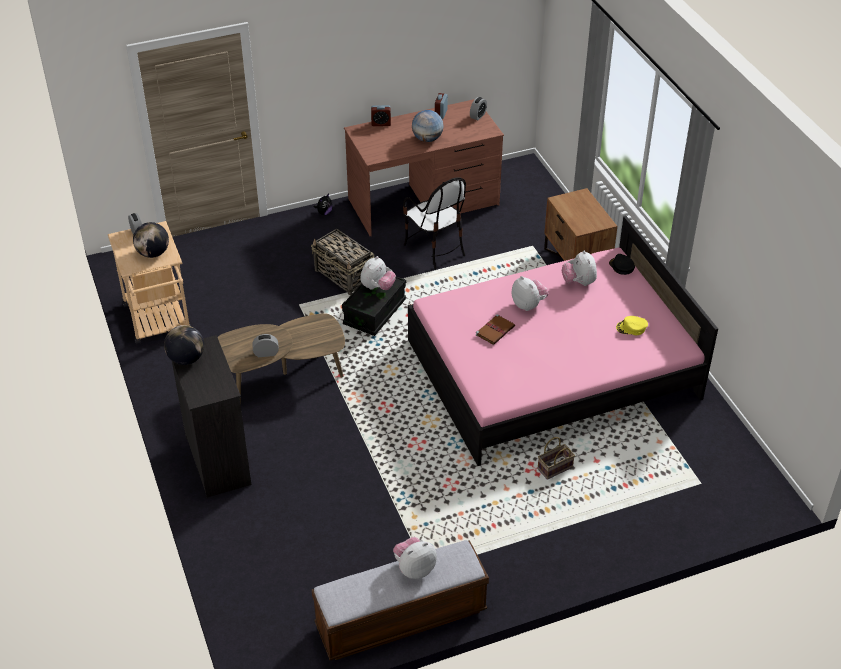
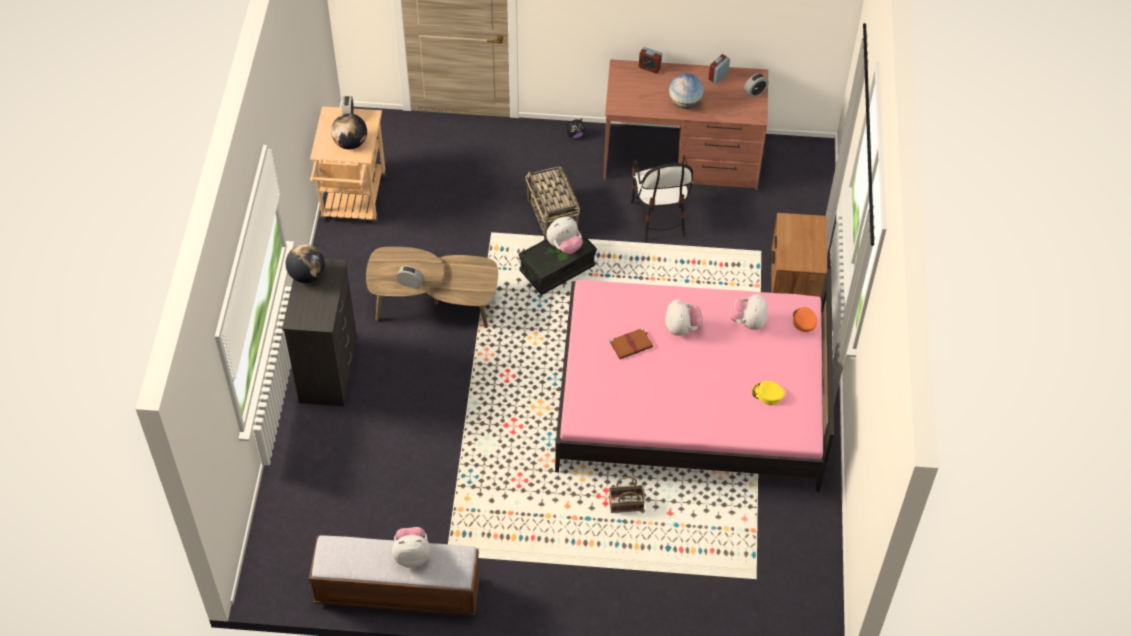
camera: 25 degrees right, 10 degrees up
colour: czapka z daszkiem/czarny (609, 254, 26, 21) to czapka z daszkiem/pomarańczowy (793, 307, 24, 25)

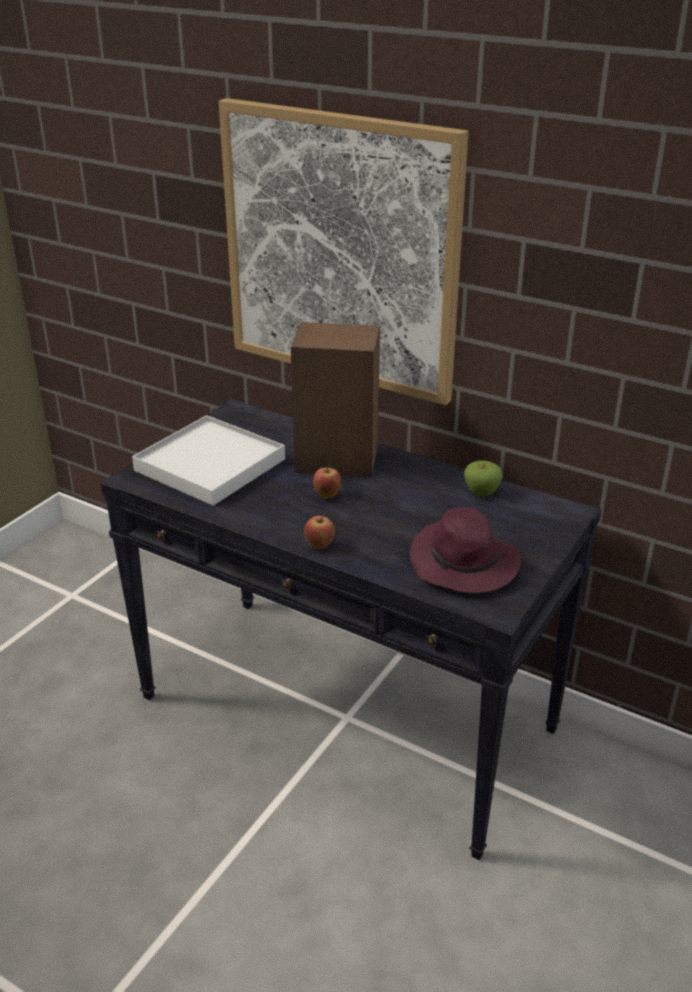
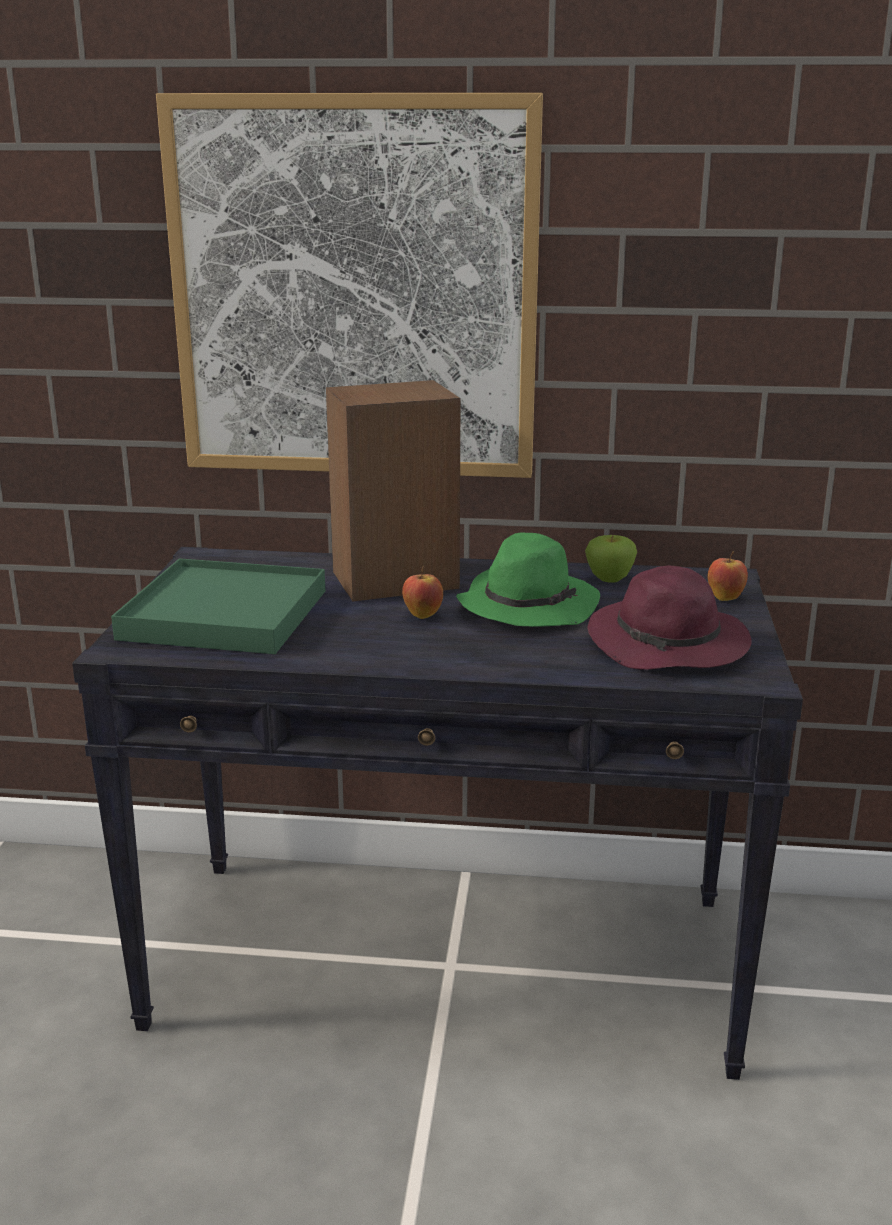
camera: 25 degrees left, 10 degrees down
appeared: kapelusz/zielony (456, 532, 144, 95)
relocated: jabłko (304, 514, 31, 35) to (707, 551, 41, 50)
colour: taca/biały (132, 415, 153, 91) to taca/zielony (111, 558, 214, 96)

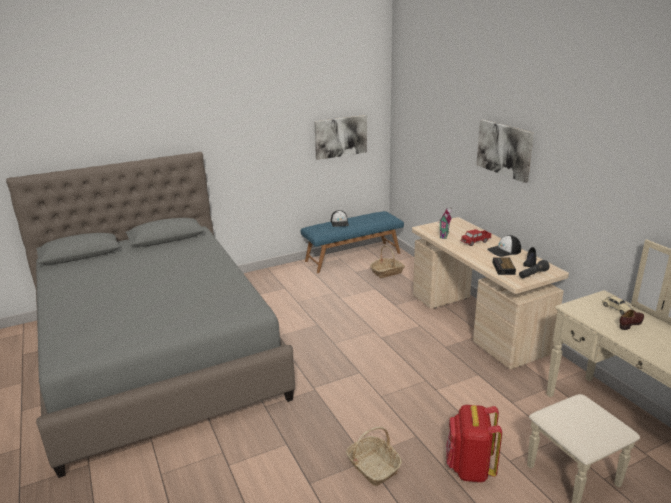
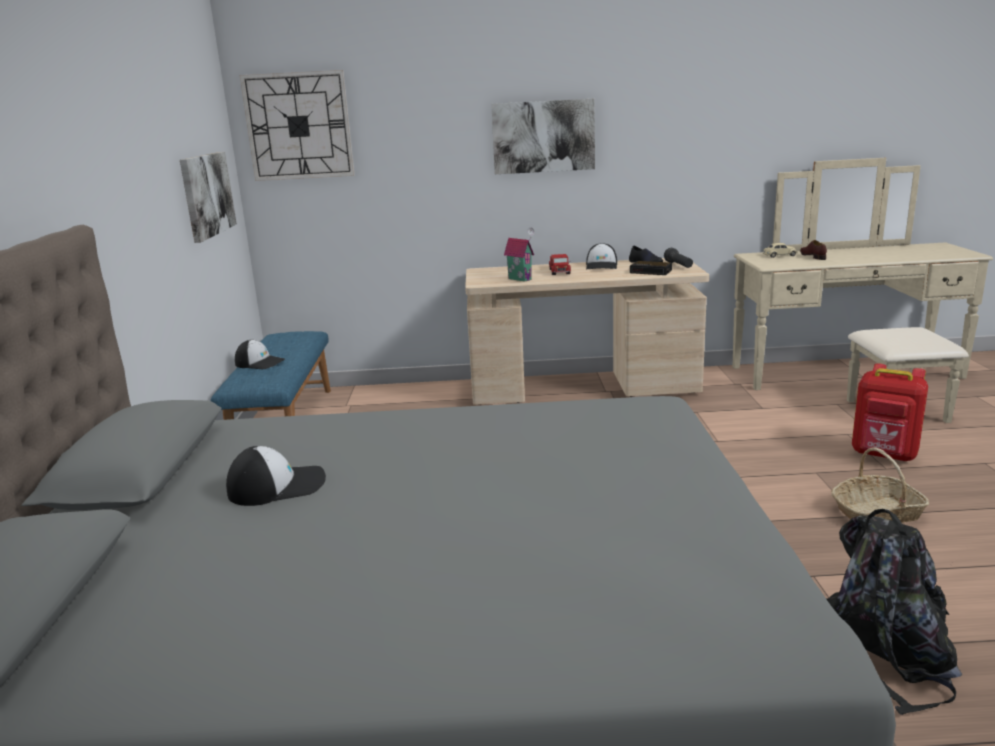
camera: 65 degrees left, 5 degrees down
missing: koszyk (370, 245, 35, 33)
appeared: zegar ścienny (240, 70, 115, 111); czapka z daszkiem (226, 446, 100, 60); plecak/czarny (826, 509, 136, 206)

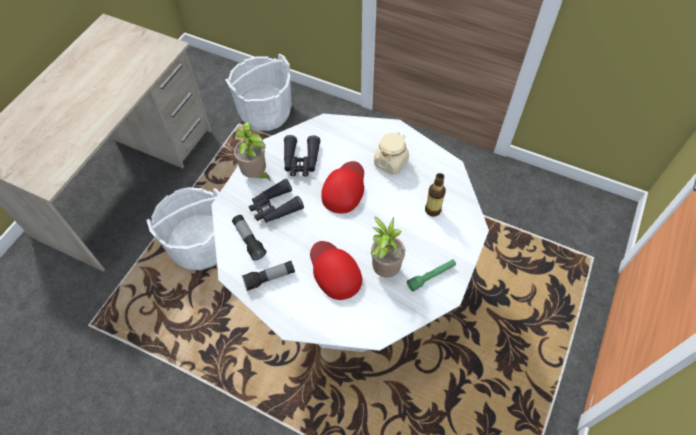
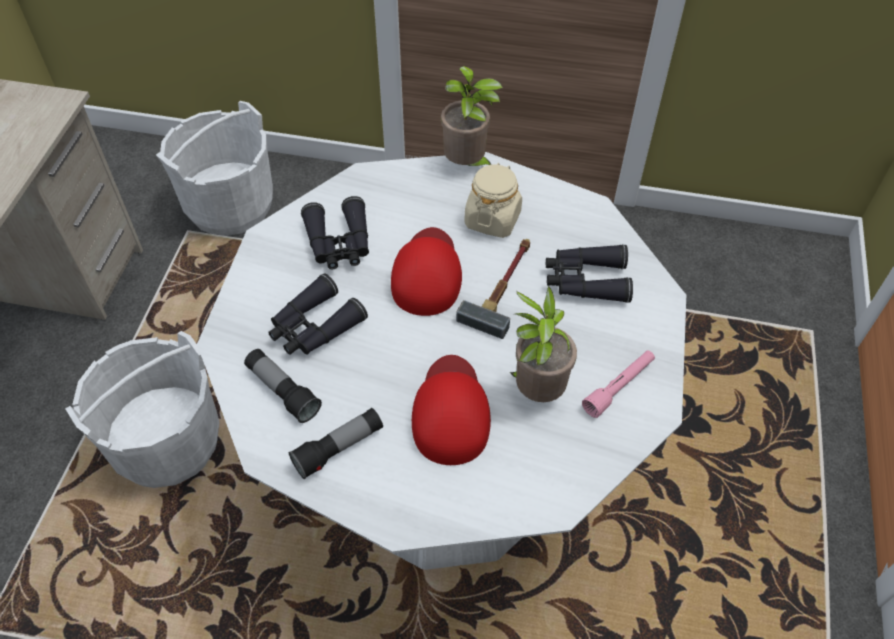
camera: 15 degrees left, 5 degrees down
appeared: młotek (456, 239, 74, 100)
relocated: roślina doniczkowa (234, 122, 36, 58) to (441, 66, 62, 100)
exchanged: butelka (425, 173, 21, 44) to lornetka/czarny (546, 244, 87, 59)
colour: latarka/zielony (407, 259, 49, 33) to latarka/różowy (582, 350, 73, 68)
spun: czapka z daszkiem/czerwony (310, 241, 52, 59) = (412, 355, 79, 110) 45 degrees clockwise

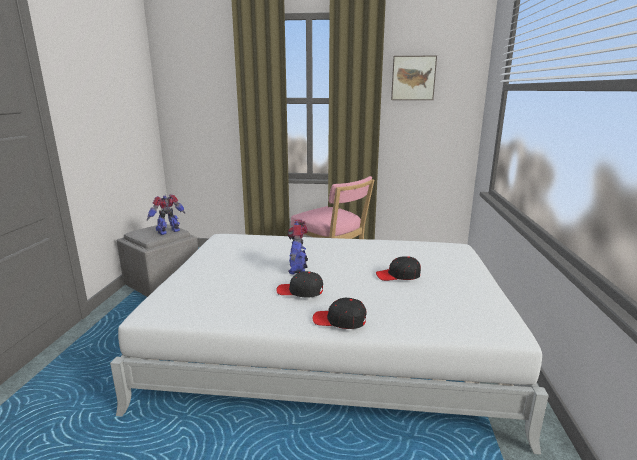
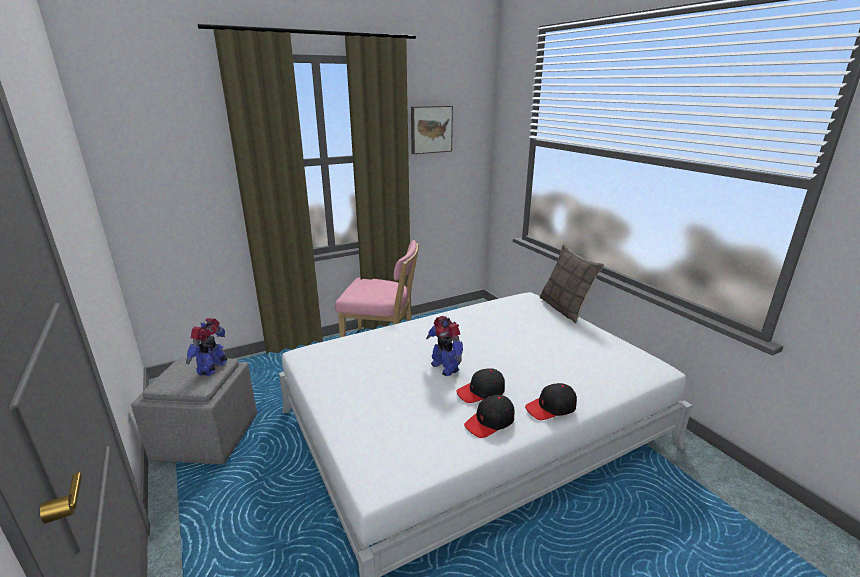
camera: 35 degrees left, 5 degrees up
appeared: poduszka (540, 244, 64, 80)
relocated: czapka z daszkiem/czarny (376, 256, 45, 25) to (464, 395, 50, 43)

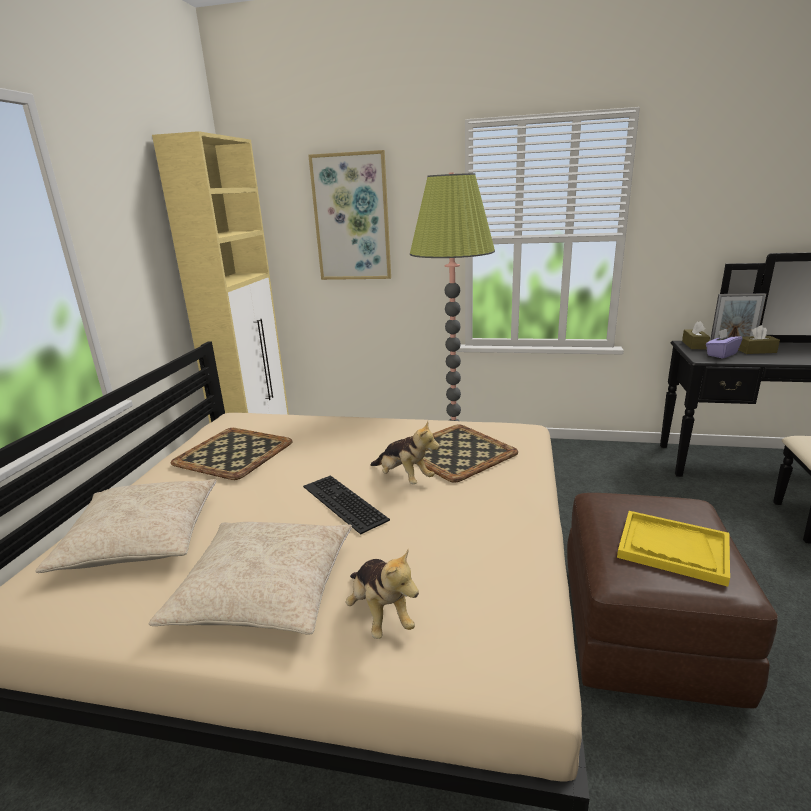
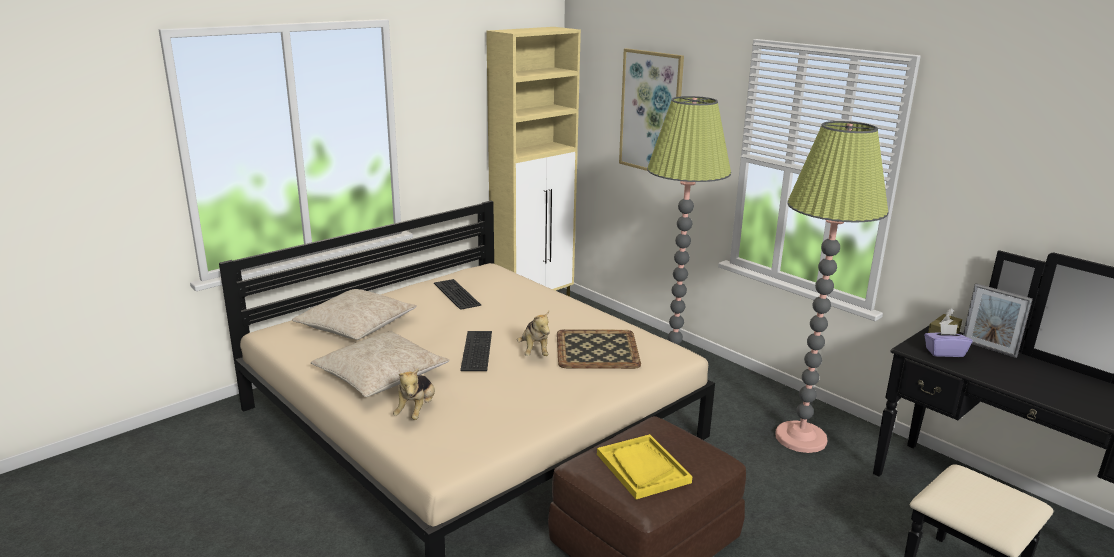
camera: 35 degrees right, 0 degrees up
missing: pudełko chusteczek/brązowy (738, 325, 42, 29)
appeared: lampa stojąca (775, 121, 114, 332)
exchanged: taca (170, 428, 123, 52) to klawiatura (434, 279, 47, 31)

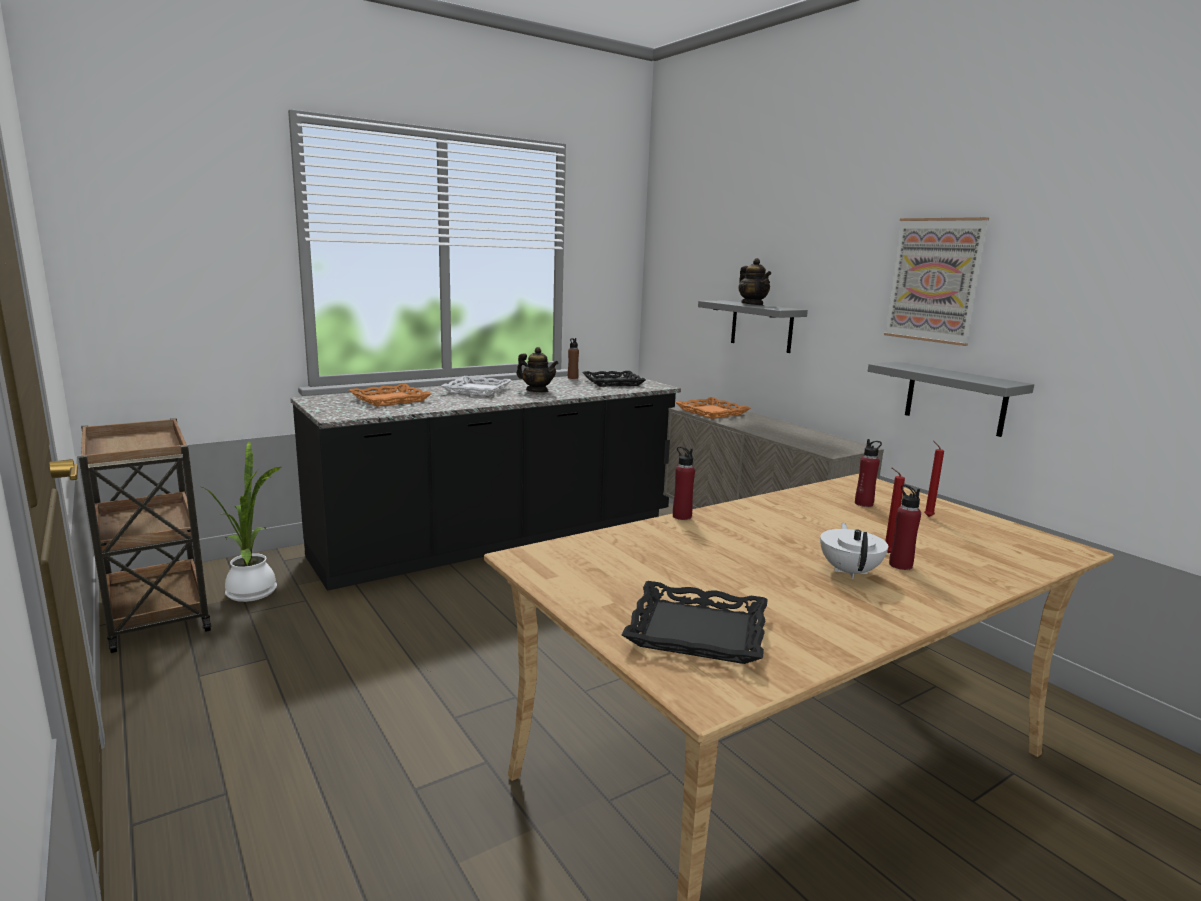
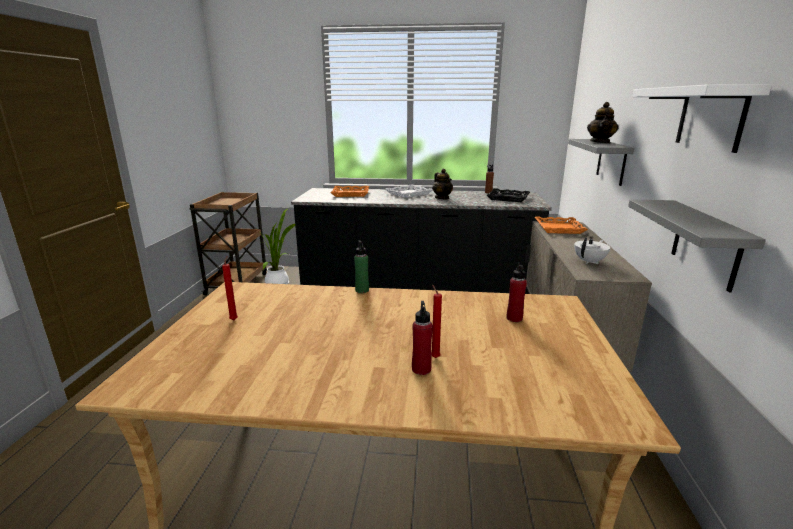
camera: 40 degrees right, 5 degrees up
missing: taca/czarny (622, 581, 146, 83)
relocated: świeca/czerwony (924, 441, 20, 76) to (222, 256, 16, 64); imbryk/biały (820, 523, 68, 56) to (574, 238, 36, 26)
exchanged: obraz (884, 217, 105, 129) to półka/biały (632, 84, 140, 69)
colour: butelka/czerwony (673, 446, 22, 74) to butelka/zielony (354, 240, 15, 53)

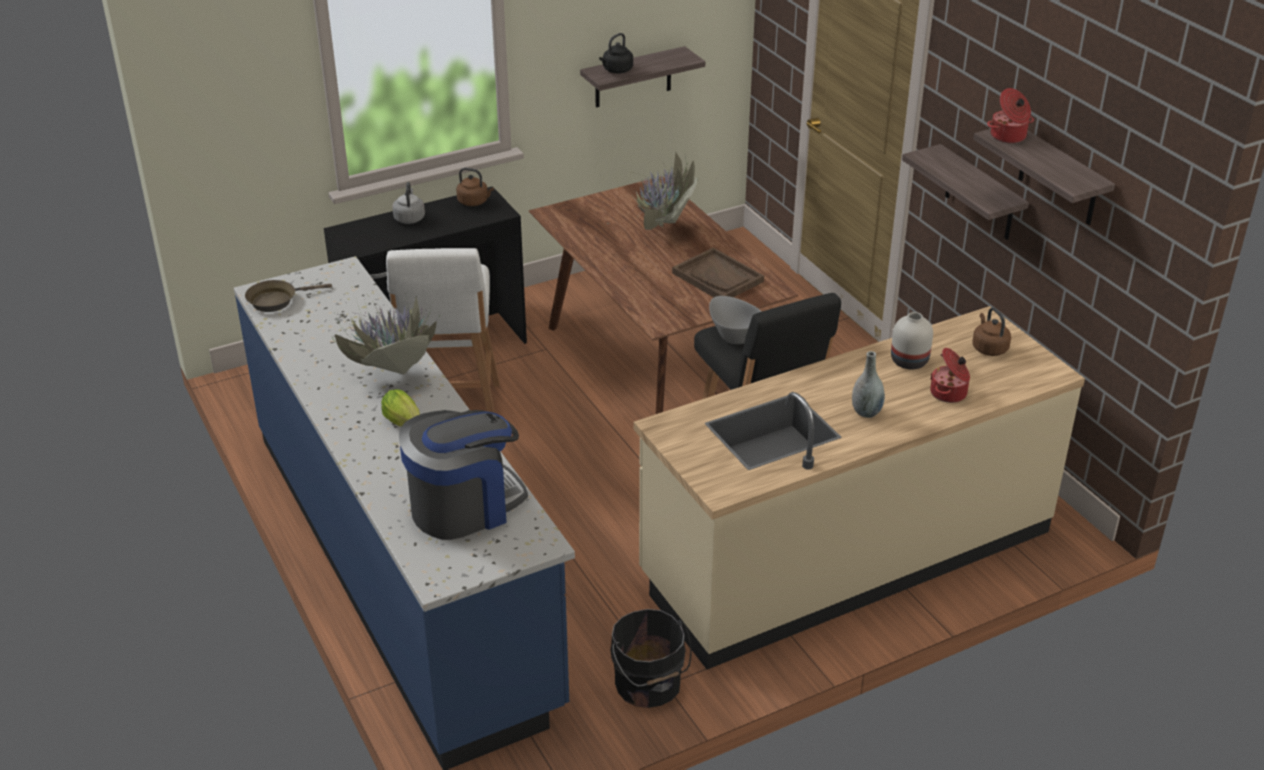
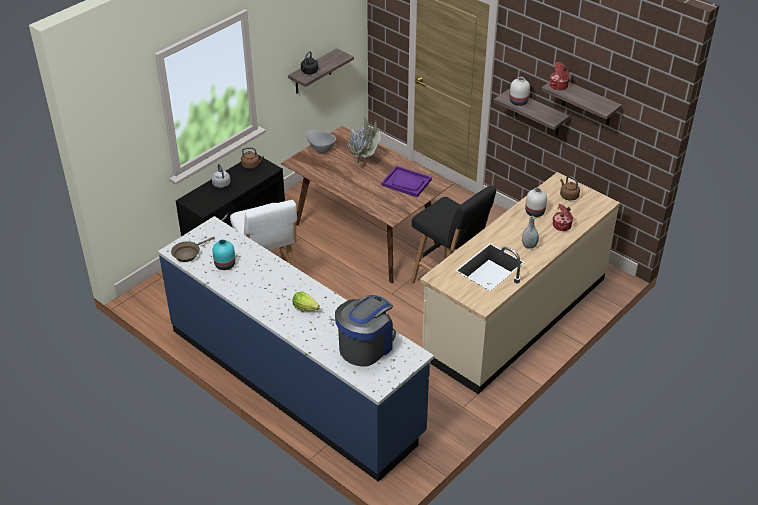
camera: 20 degrees left, 5 degrees up
missing: roślina doniczkowa (331, 293, 108, 82); wiadro/czarny (610, 609, 82, 99)
appeared: wazon/biały (509, 77, 21, 29); wazon/turkusowy (212, 239, 24, 31)
relocated: miska/szary (709, 296, 53, 48) to (306, 130, 30, 23)
colour: taca/brązowy (672, 248, 92, 49) to taca/fioletowy (381, 166, 51, 31)

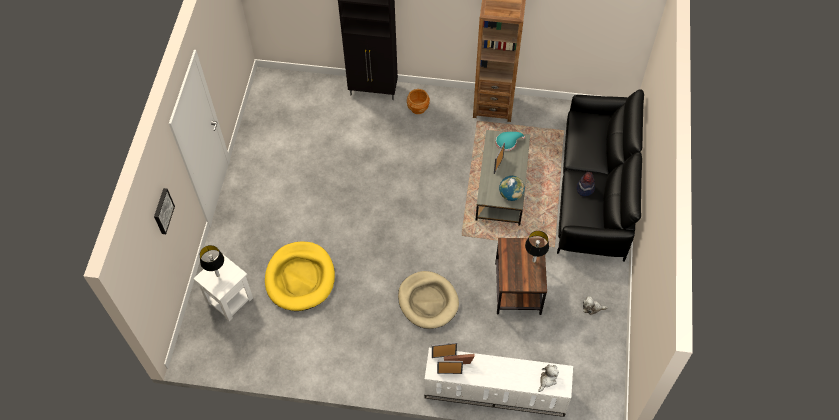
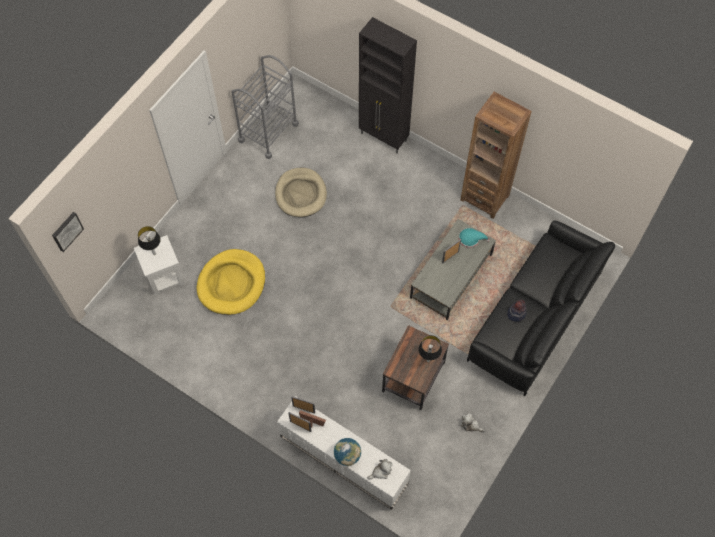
camera: 25 degrees right, 5 degrees up
missing: donica/brązowy (407, 89, 23, 25)
appeared: wózek/szary (231, 55, 68, 104)
relocated: globus (499, 176, 26, 25) to (334, 438, 27, 28); obraz (154, 188, 21, 46) to (52, 212, 32, 40); legowisko/beżowy (398, 271, 61, 58) to (275, 168, 52, 49)

